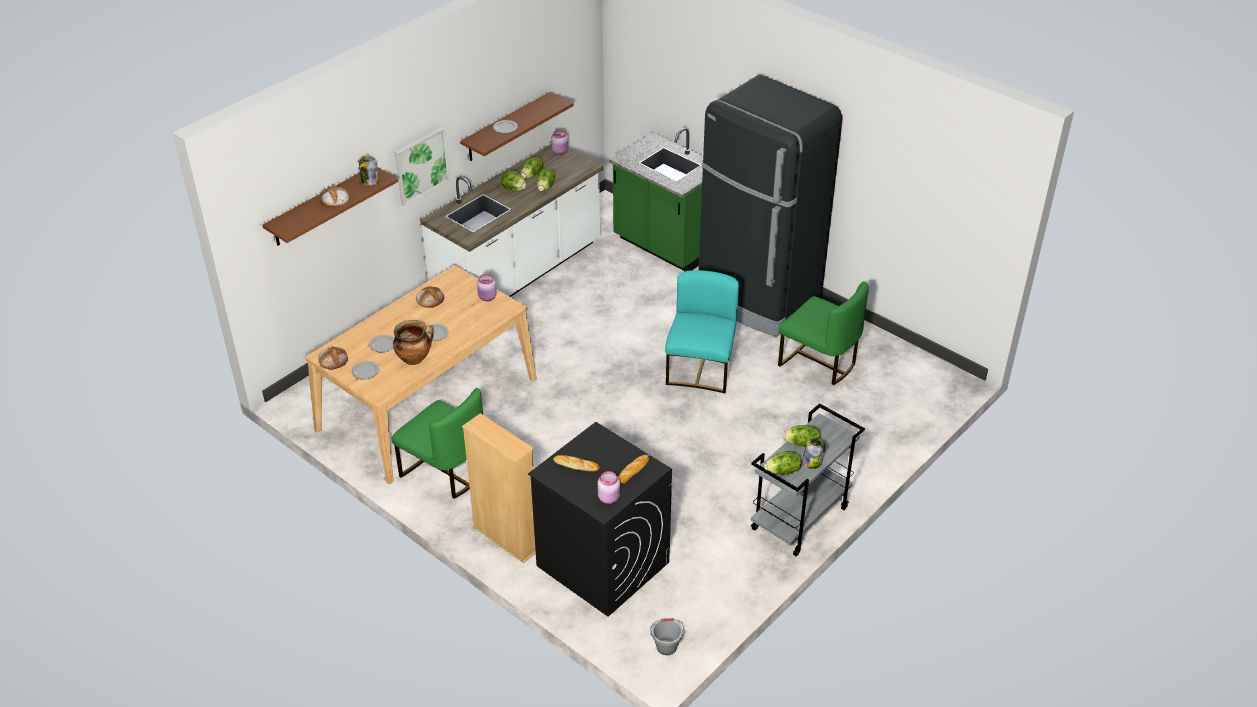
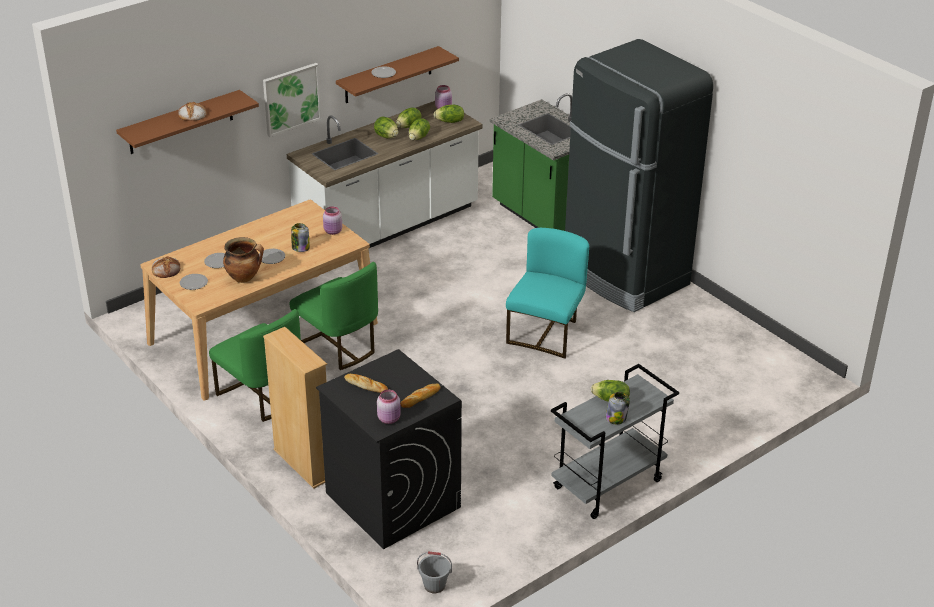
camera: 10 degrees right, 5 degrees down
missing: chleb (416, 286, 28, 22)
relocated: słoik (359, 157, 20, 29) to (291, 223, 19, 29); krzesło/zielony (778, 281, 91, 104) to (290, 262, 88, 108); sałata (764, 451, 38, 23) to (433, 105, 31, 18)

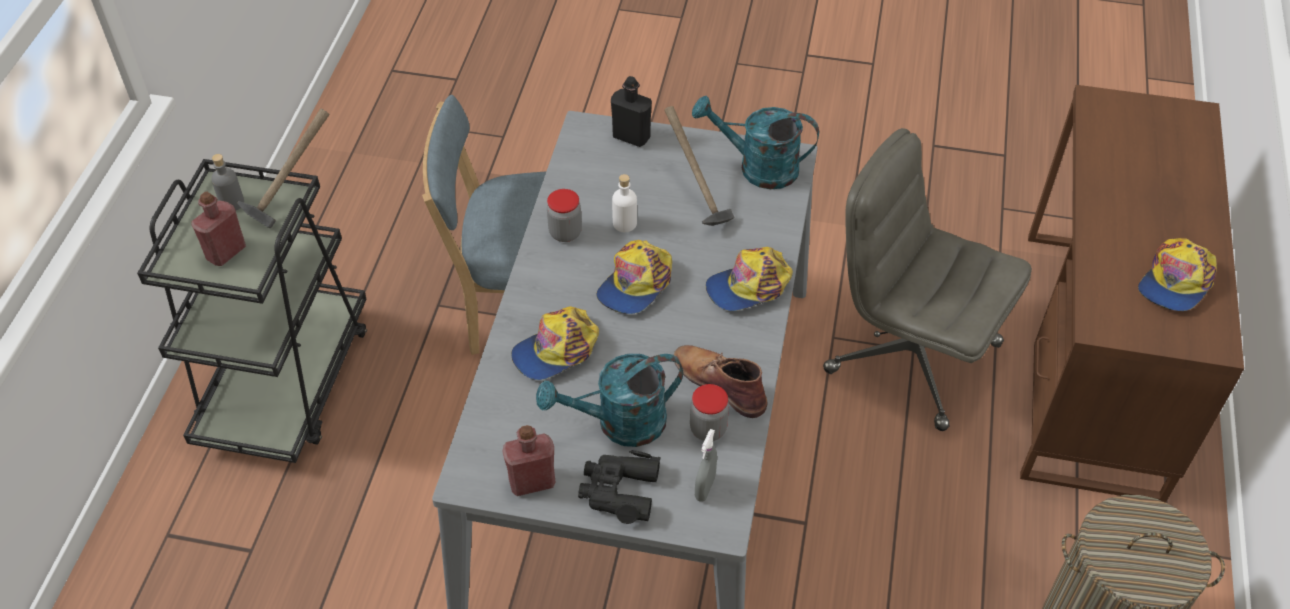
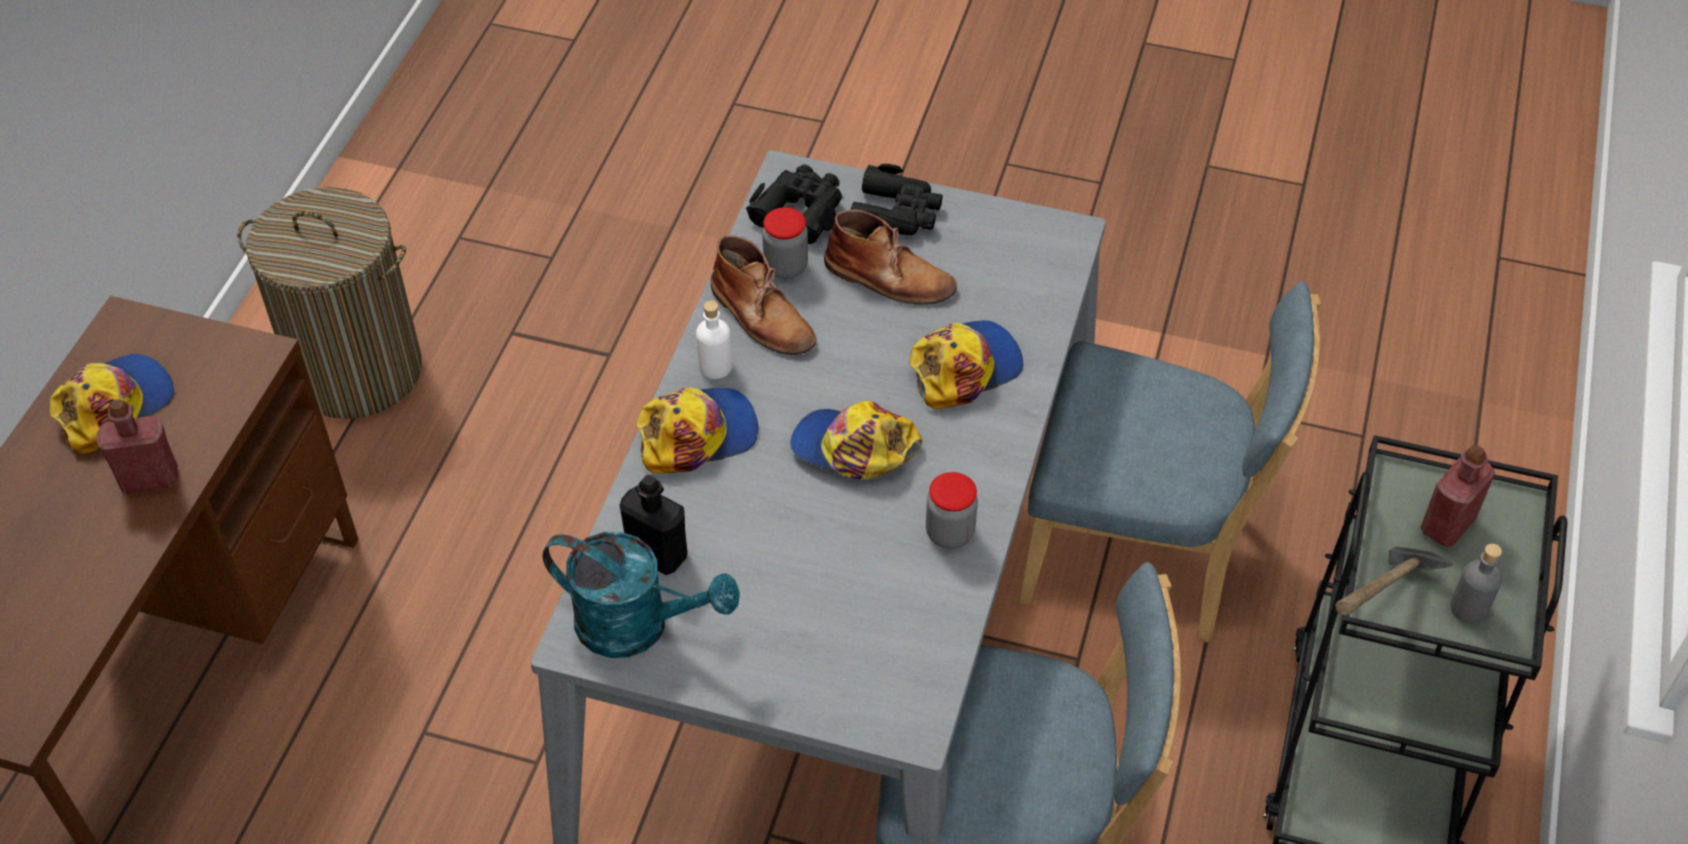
camera: 175 degrees left, 0 degrees up
missing: młotek (664, 106, 70, 120); krzesło biurowe/szary (823, 128, 209, 303)
appeared: krzesło/niebieski (1019, 281, 302, 362)
relocated: butelka/czarny (611, 76, 41, 71) to (620, 475, 67, 100); butelka/biały (612, 174, 25, 58) to (696, 300, 37, 79); butelka/czerwony (502, 425, 53, 71) to (96, 399, 82, 95)
exchanged: konewka/turkusowy (536, 353, 147, 94) to but z cholewką/brązowy (824, 209, 133, 96); spryskiwacz/szary (695, 429, 22, 73) to lornetka/czarny (746, 164, 96, 80)
spun: czapka z daszkiem (596, 240, 76, 74) = (790, 401, 132, 78) 105 degrees counterclockwise

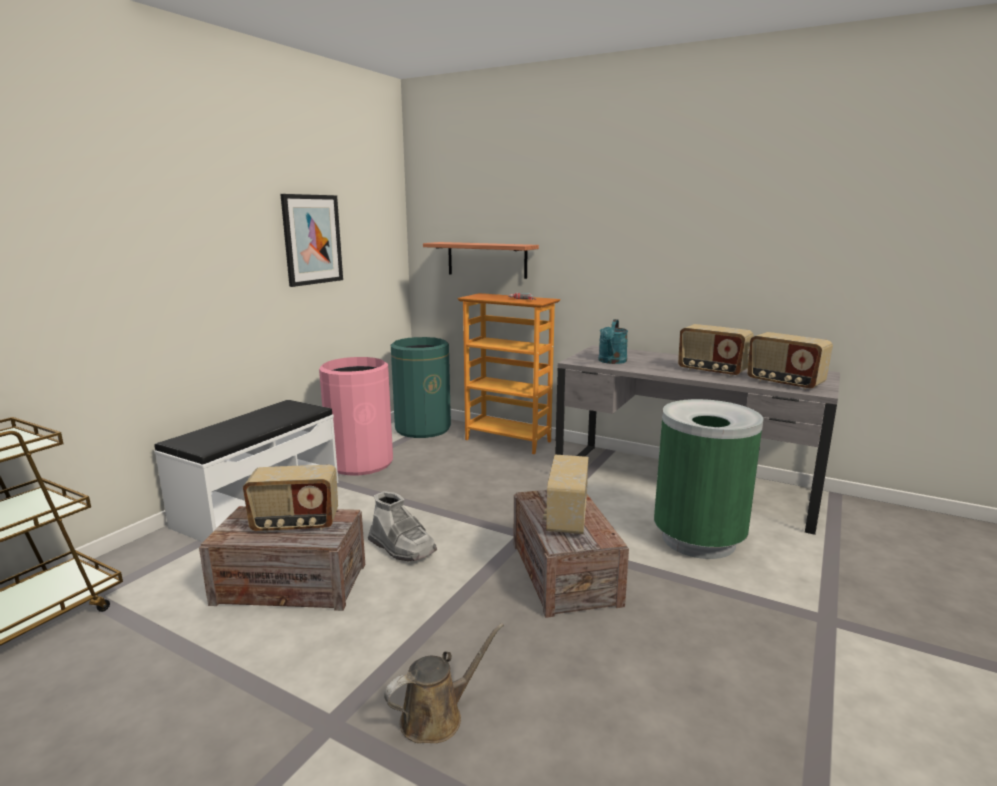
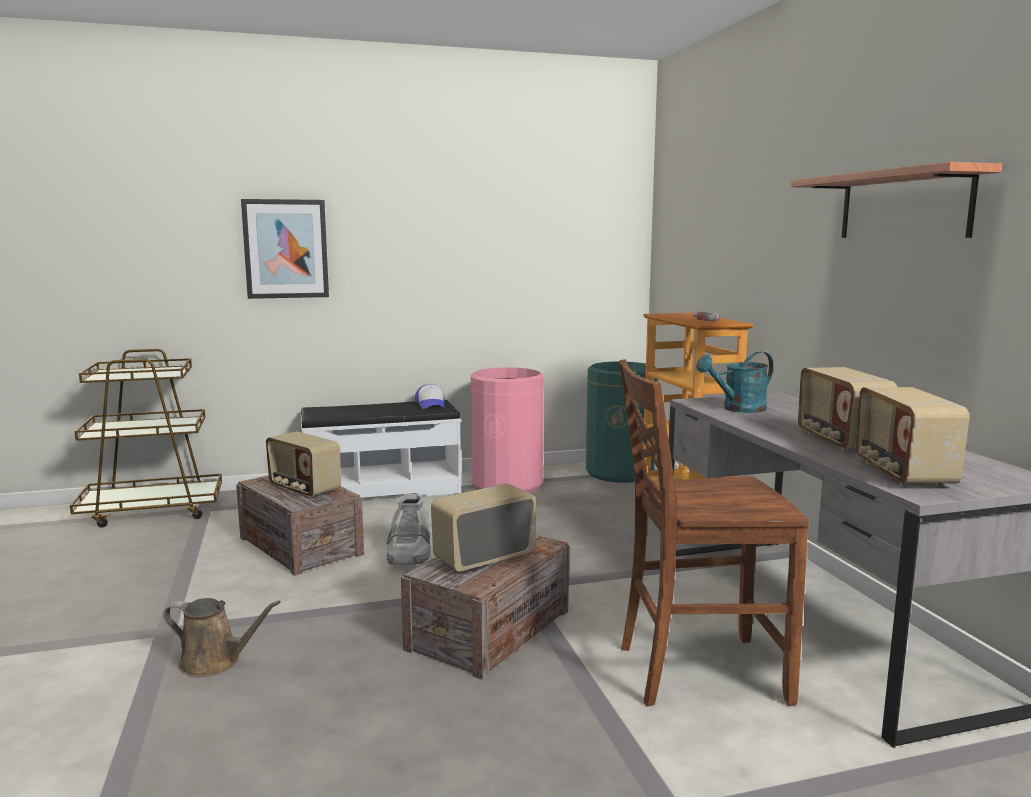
camera: 45 degrees right, 5 degrees down
appeared: czapka z daszkiem (415, 384, 30, 25)
relocated: obraz (280, 194, 63, 93) to (241, 199, 88, 100); półka (423, 242, 116, 37) to (791, 162, 211, 76)
exchanged: kosz na śmieci/zielony (654, 399, 109, 160) to krzesło/brązowy (619, 359, 190, 347)

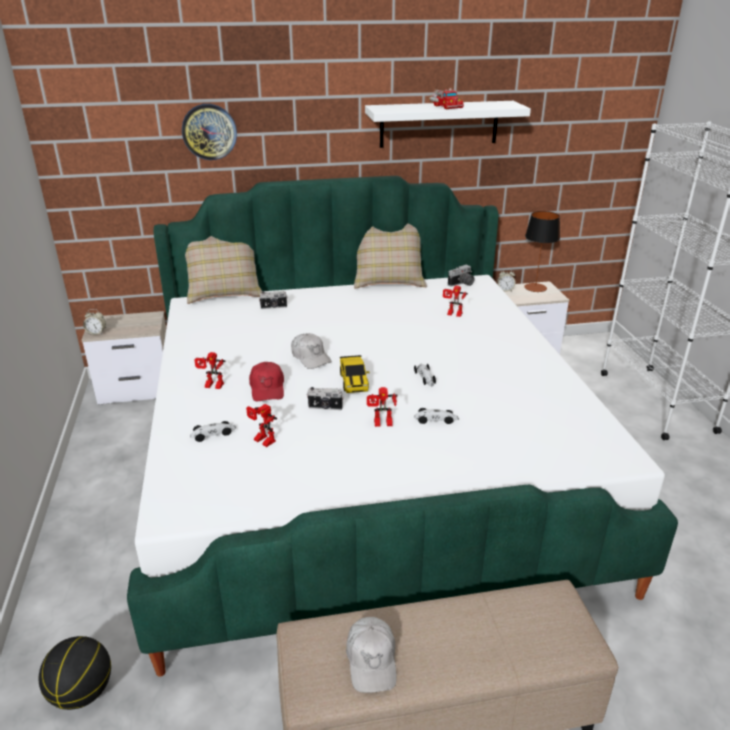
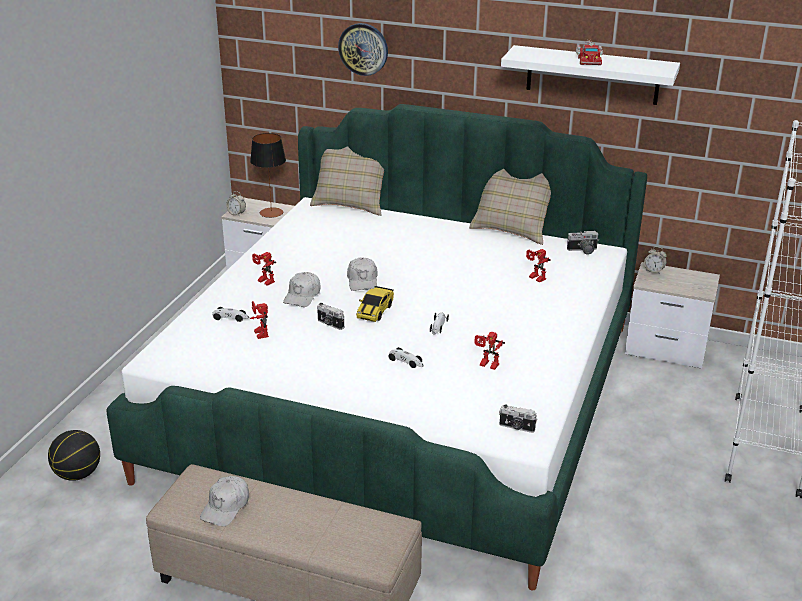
camera: 30 degrees right, 0 degrees up
relocated: lampa stołowa (524, 211, 36, 81) to (250, 133, 36, 85); aparat fotograficzny (259, 291, 29, 18) to (499, 405, 38, 28); robot zabawkowy (367, 387, 30, 40) to (474, 332, 31, 38)
colour: czapka z daszkiem/czerwony (249, 362, 35, 39) to czapka z daszkiem/biały (283, 272, 38, 35)

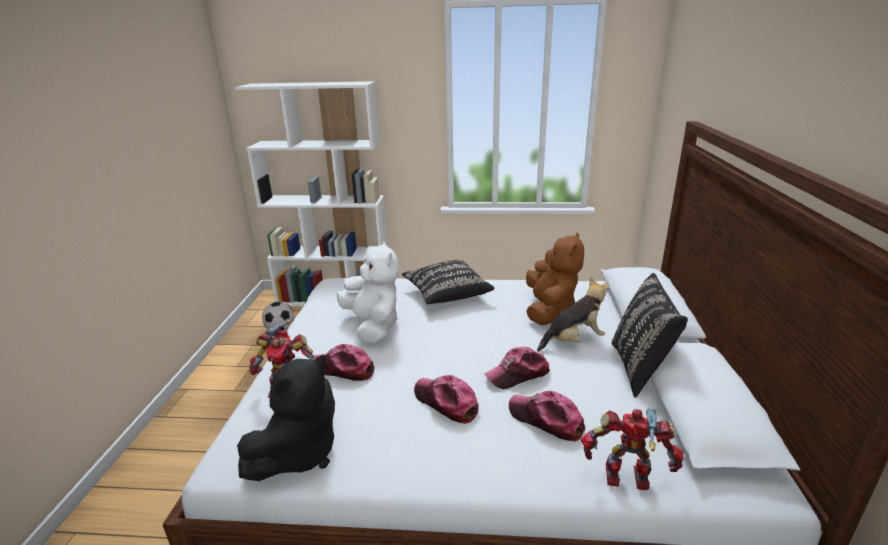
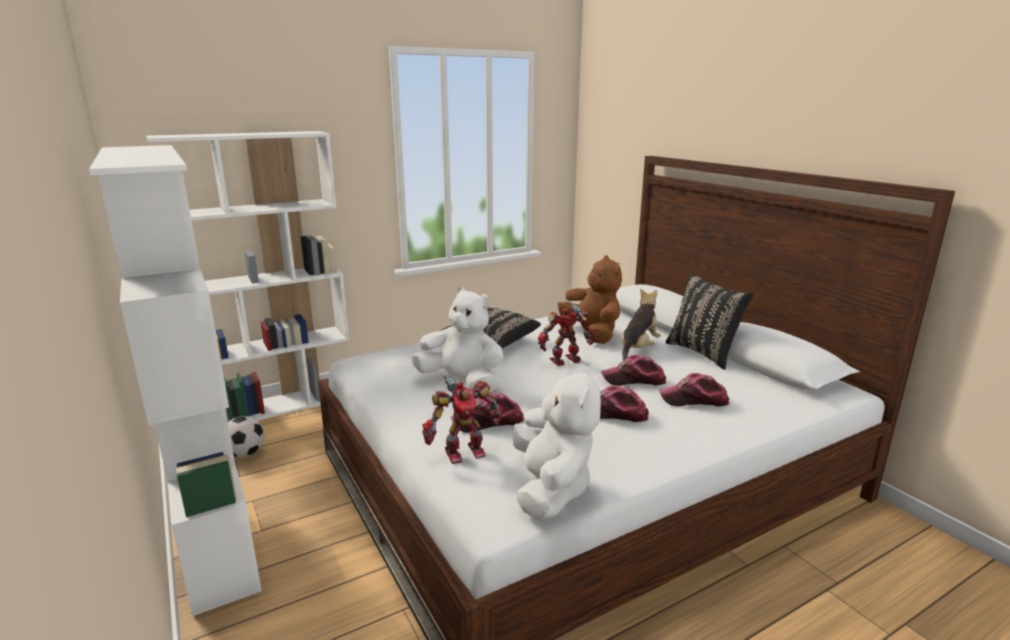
camera: 35 degrees left, 5 degrees down
appeared: regał/biały (89, 145, 173, 471)
relocated: robot zabawkowy (581, 408, 103, 82) to (538, 304, 57, 62)
colour: pluszak/czarny (237, 355, 98, 126) to pluszak/biały (512, 367, 89, 154)
spun: czapka z daszkiem (484, 347, 66, 42) = (601, 355, 65, 31) 60 degrees clockwise

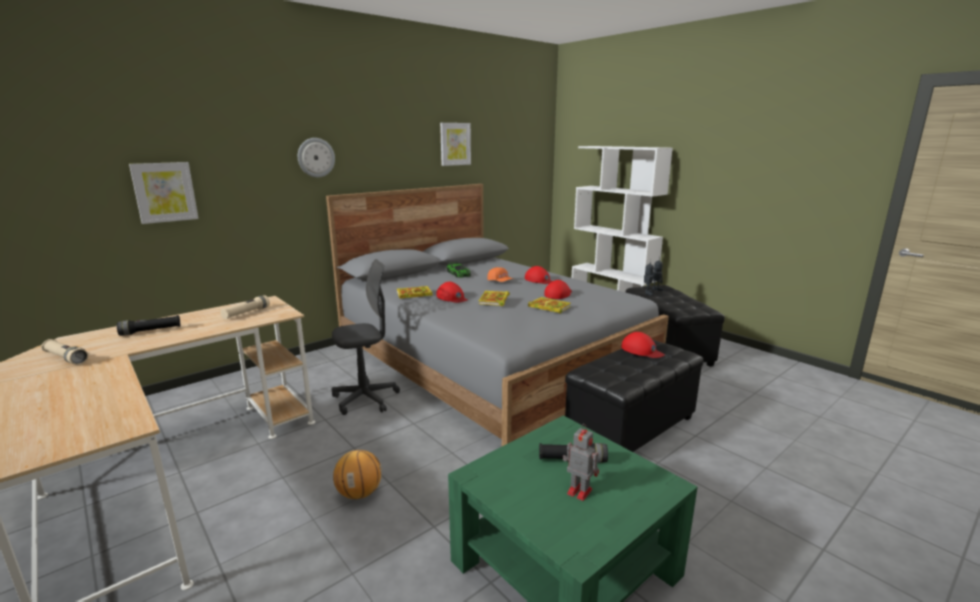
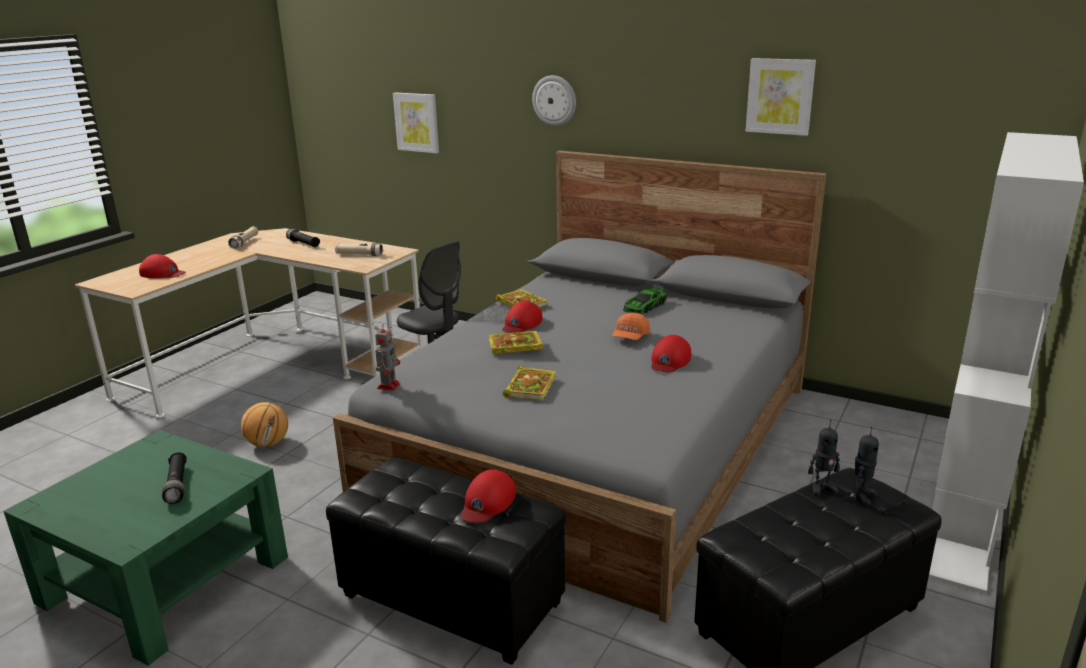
camera: 70 degrees right, 5 degrees up
relocated: czapka z daszkiem/czerwony (544, 280, 28, 19) to (139, 254, 47, 24); robot zabawkowy (563, 424, 36, 77) to (375, 324, 25, 67)

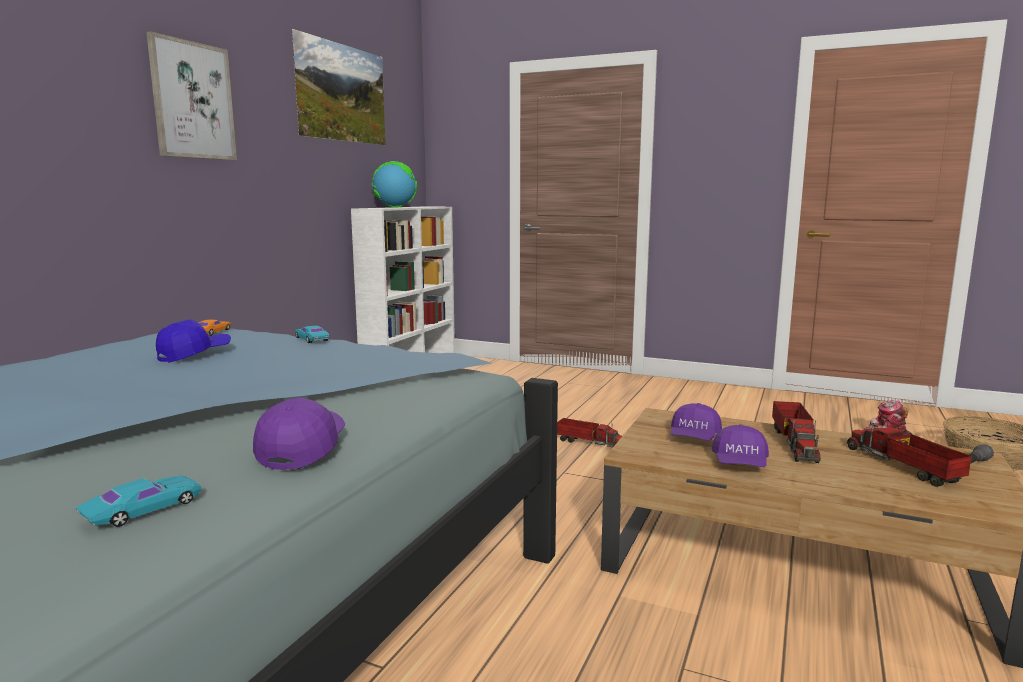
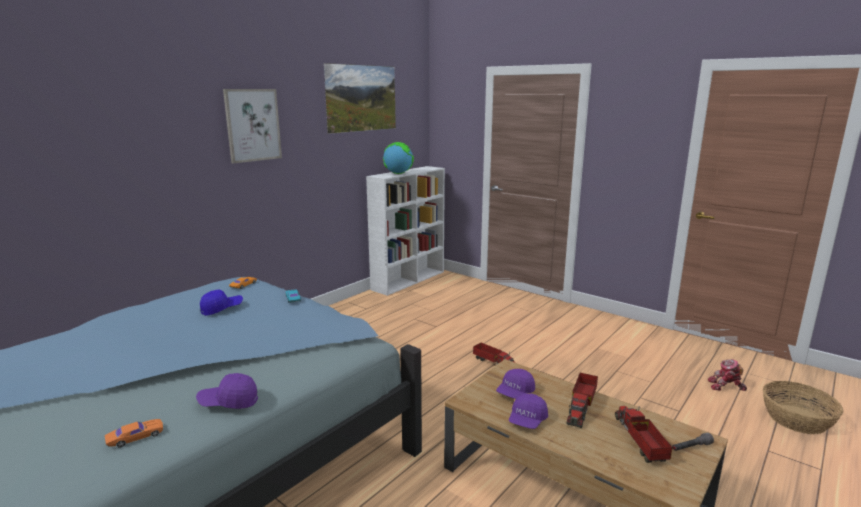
camera: 15 degrees right, 5 degrees up
colour: samochodzik/turkusowy (76, 476, 125, 51) to samochodzik/pomarańczowy (105, 419, 58, 29)
spun: czapka z daszkiem/fioletowy (253, 397, 92, 73) = (196, 373, 62, 36) 120 degrees counterclockwise

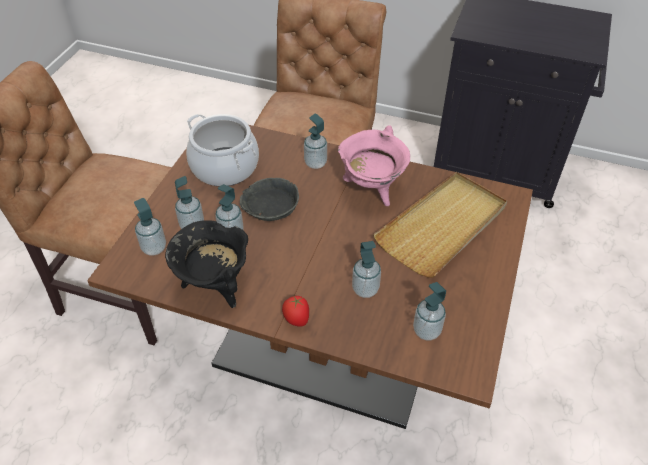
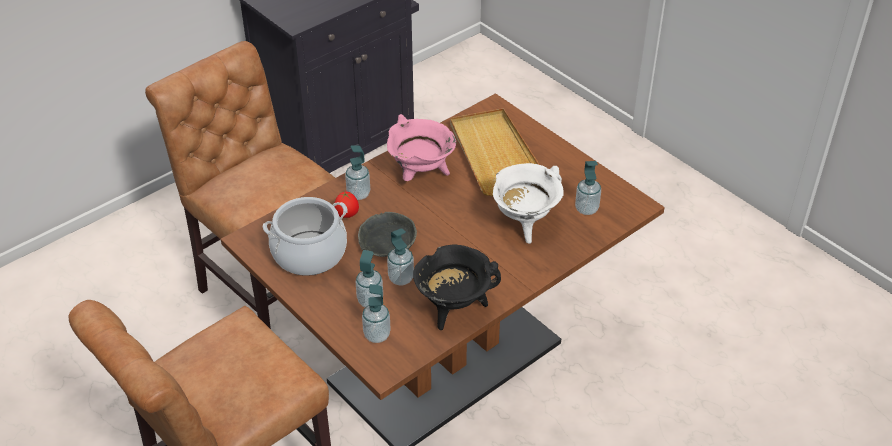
camera: 60 degrees left, 5 degrees down
relocated: pomidor (282, 295, 27, 32) to (334, 191, 25, 27)
exchanged: dozownik mydła (352, 241, 29, 57) to garnek/biały (493, 163, 71, 81)

